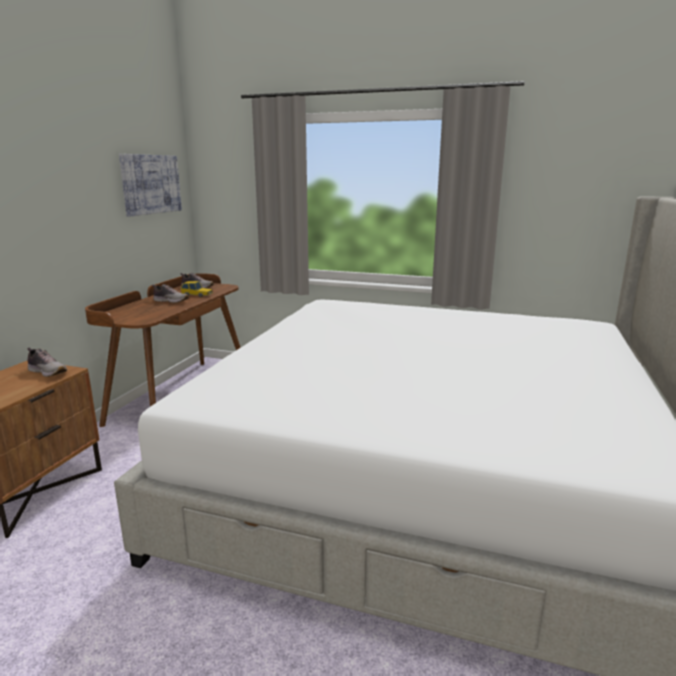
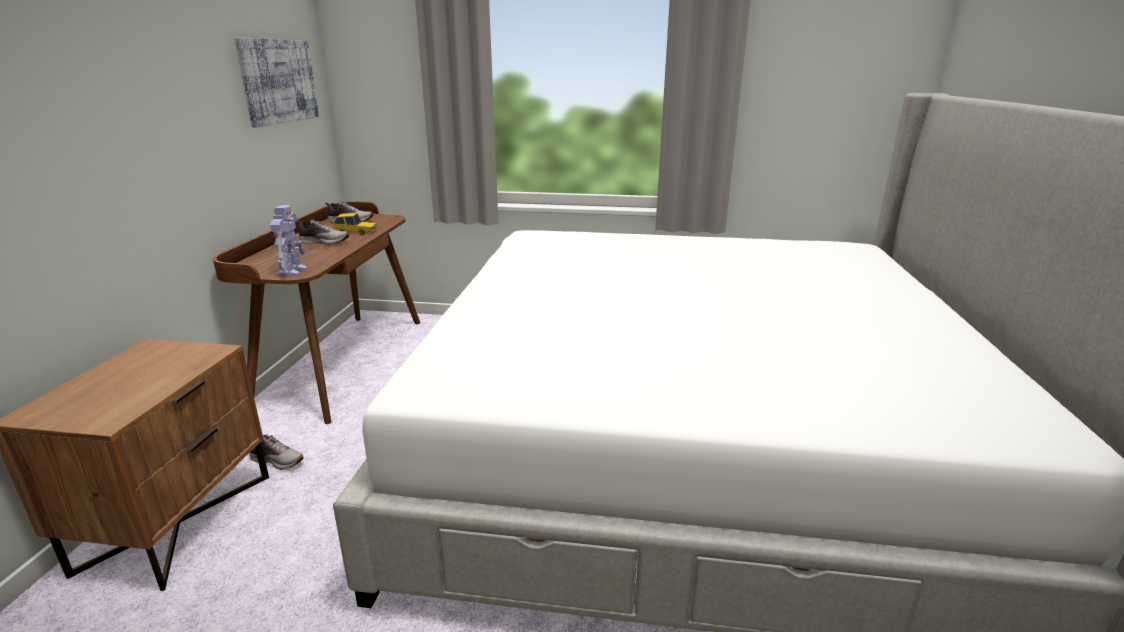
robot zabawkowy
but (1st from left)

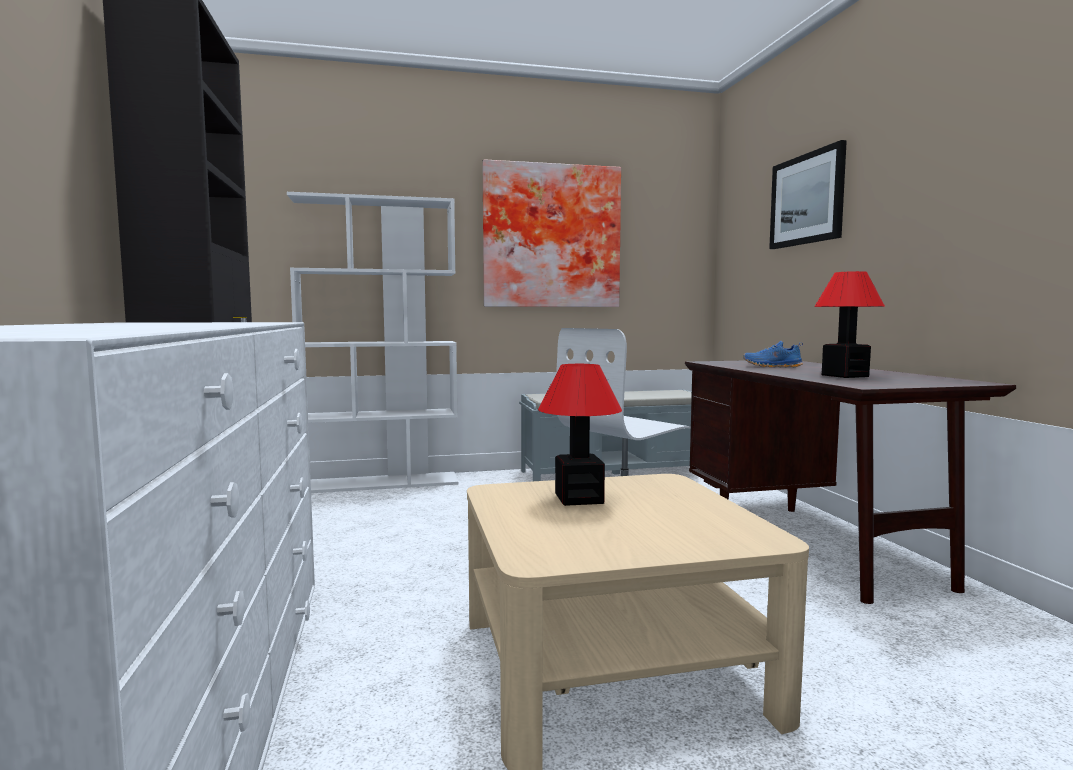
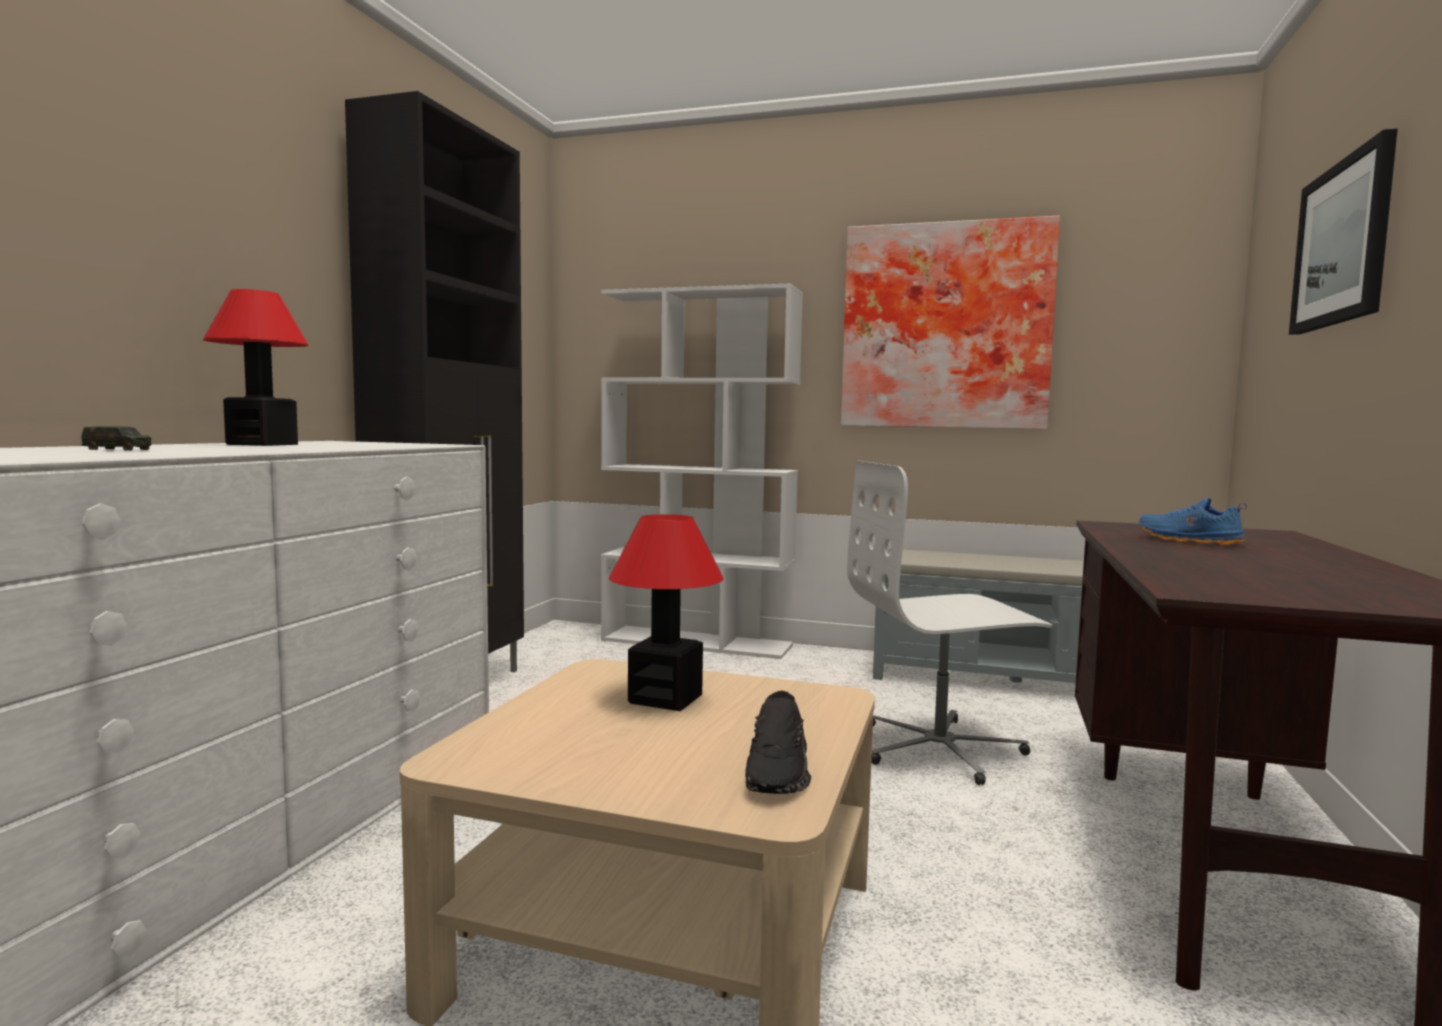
samochodzik
but (czarny)
lampa stołowa (1st from left)

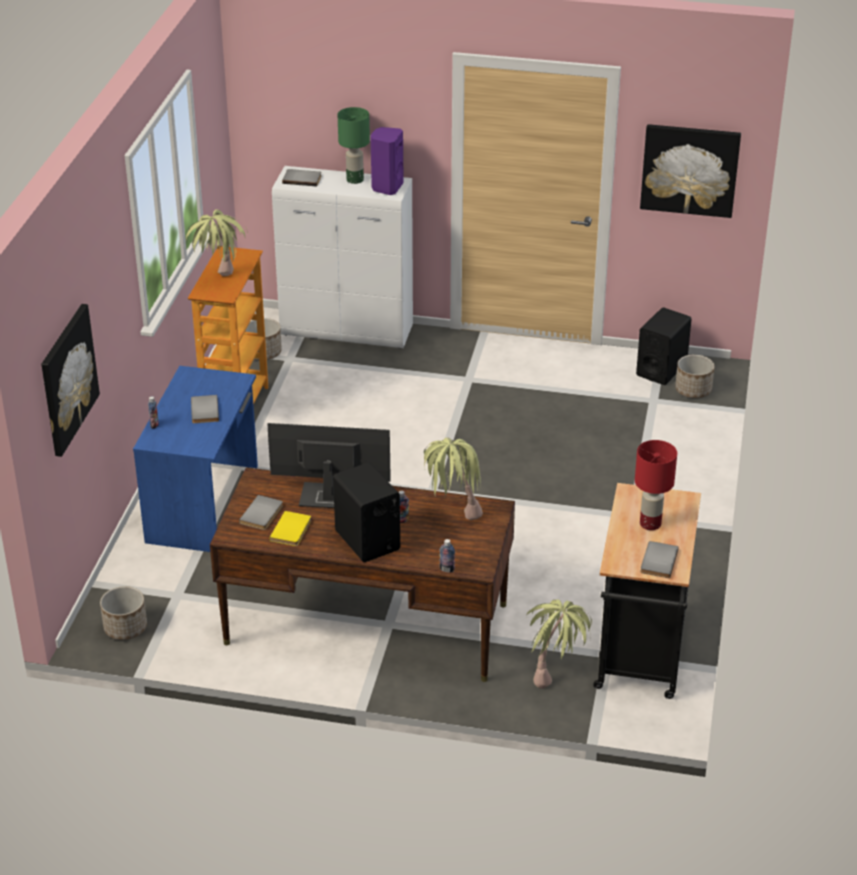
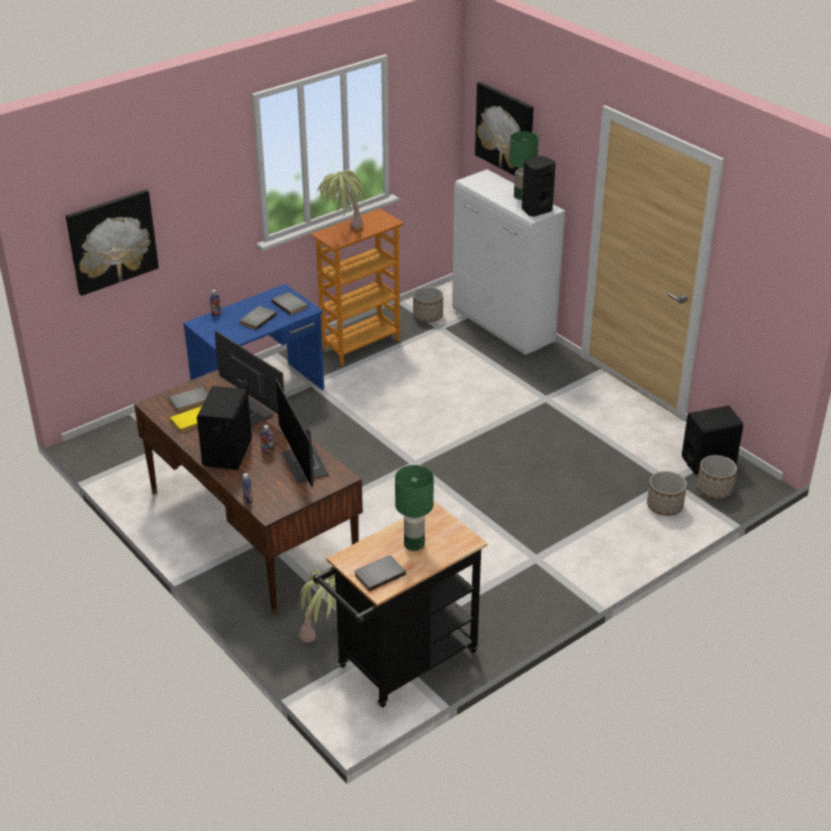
donica (2nd from left)
książka (szary) (3rd from left)
obraz (2nd from left)
monitor (2nd from left)
głośnik (czarny) (2nd from left)
lampa stołowa (zielony) (1st from left)

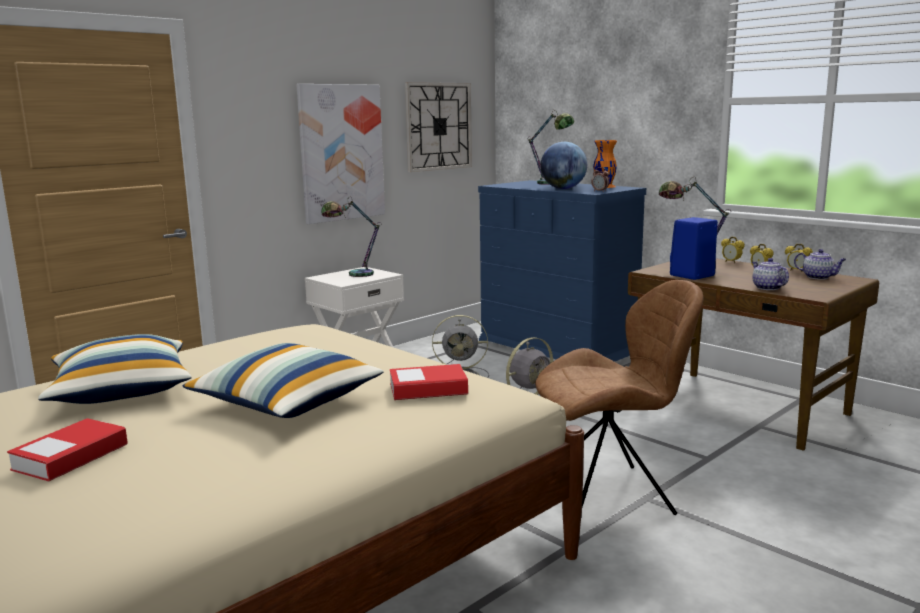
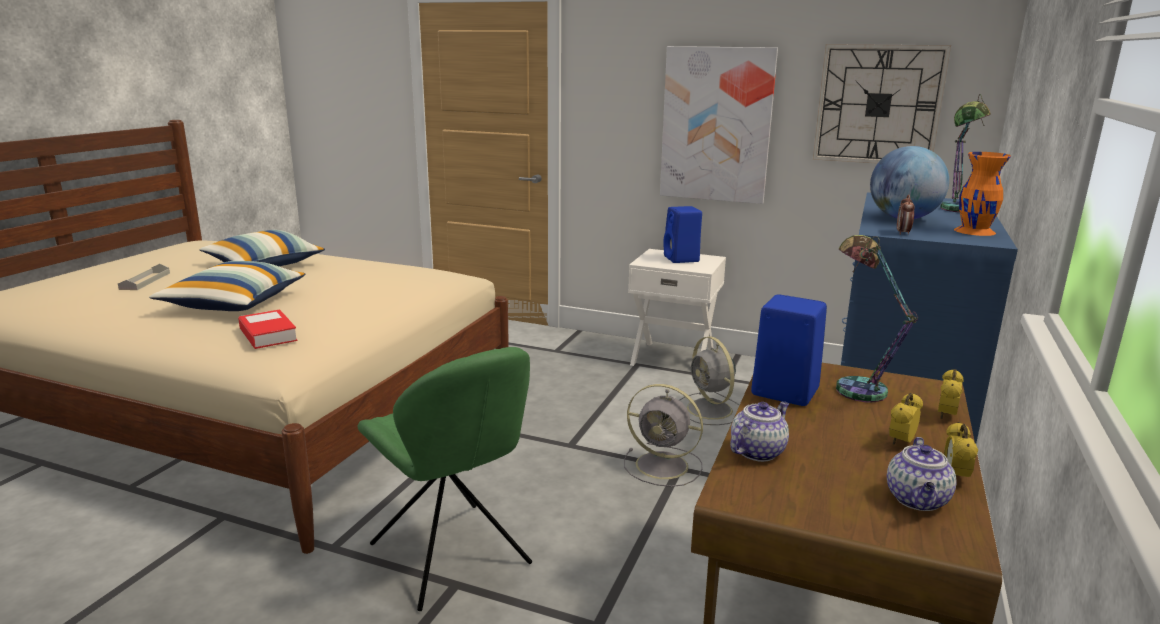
taca (szary)
głośnik (niebieski) (1st from left)
krzesło (zielony)

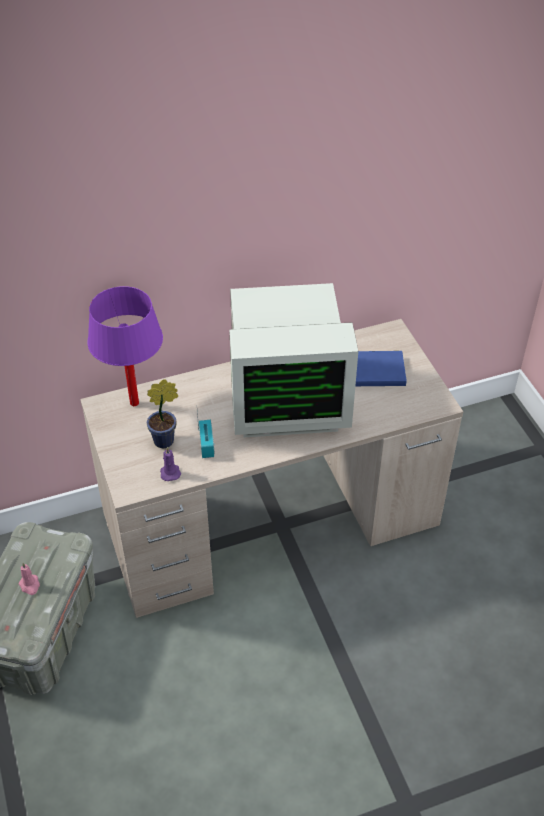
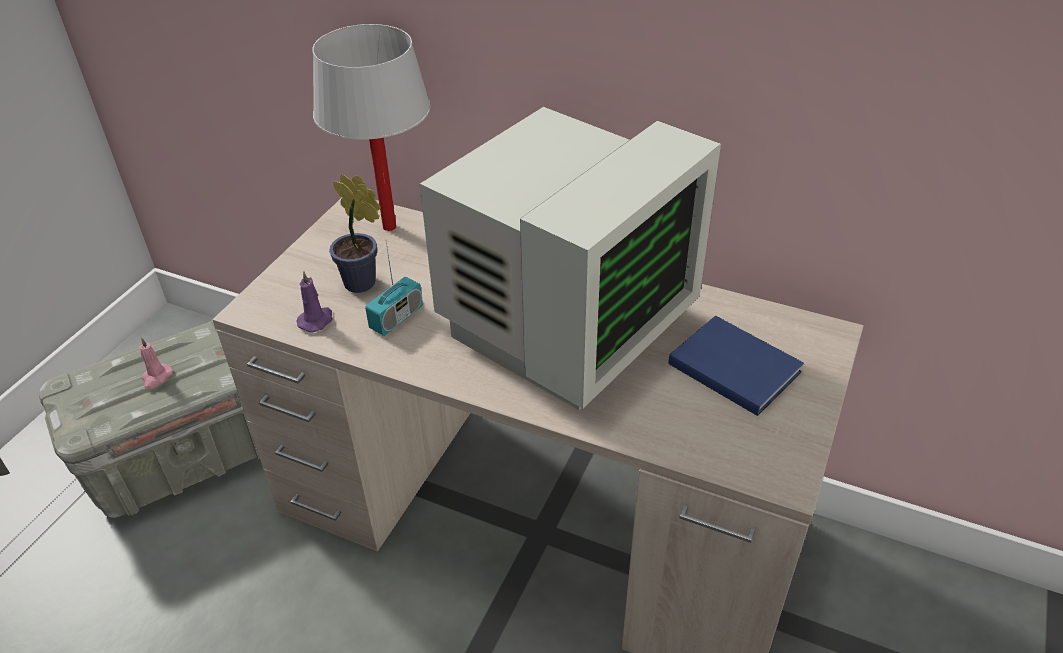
lampa stołowa (biały)
monitor

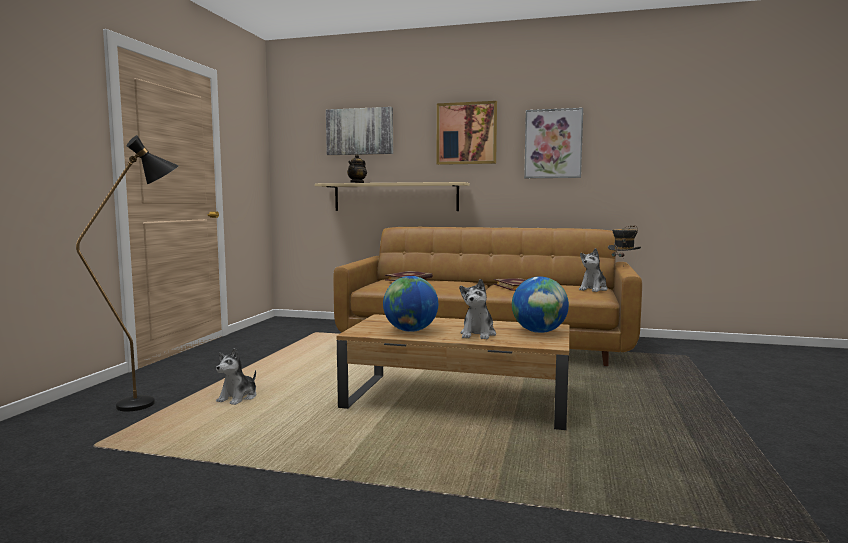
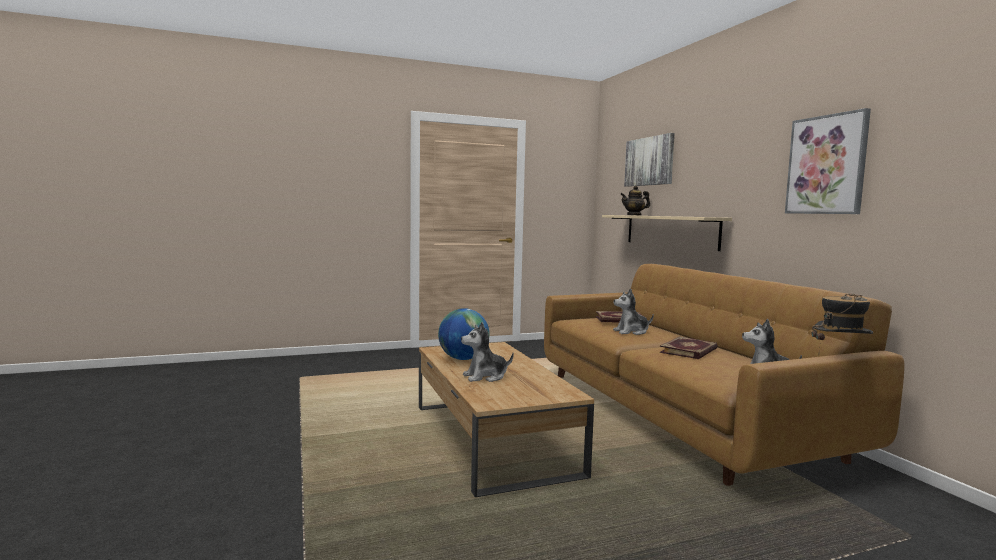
lampa stojąca (czarny)
obraz (2nd from left in the first image)
globus (2nd from left in the first image)
pluszak (2nd from left)

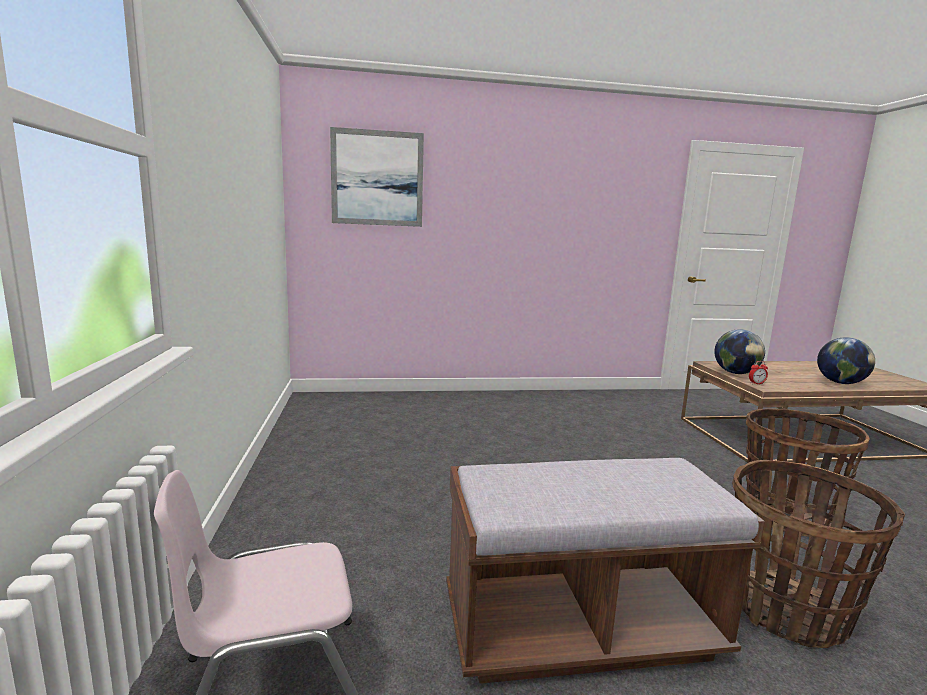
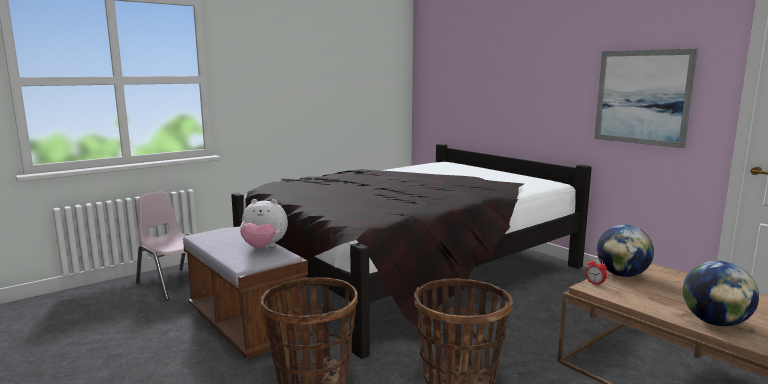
łóżko (czarny)
pluszak
obraz

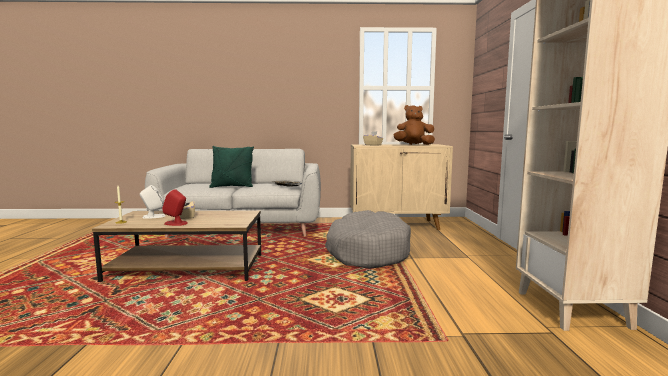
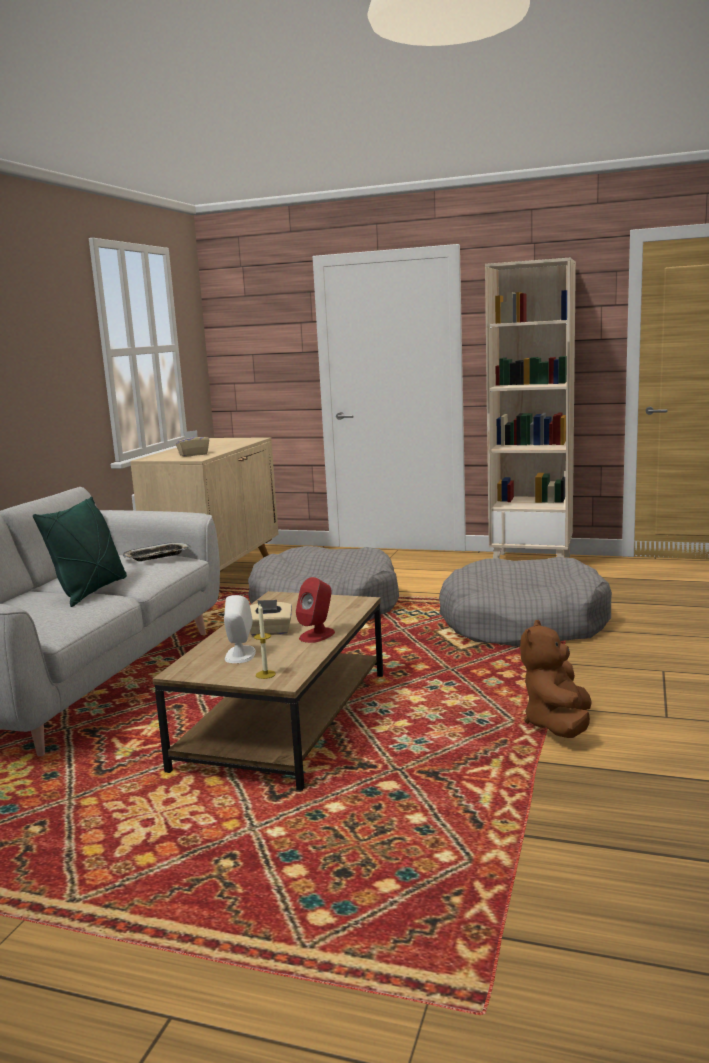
legowisko (szary) (2nd from left)
pluszak (brązowy)

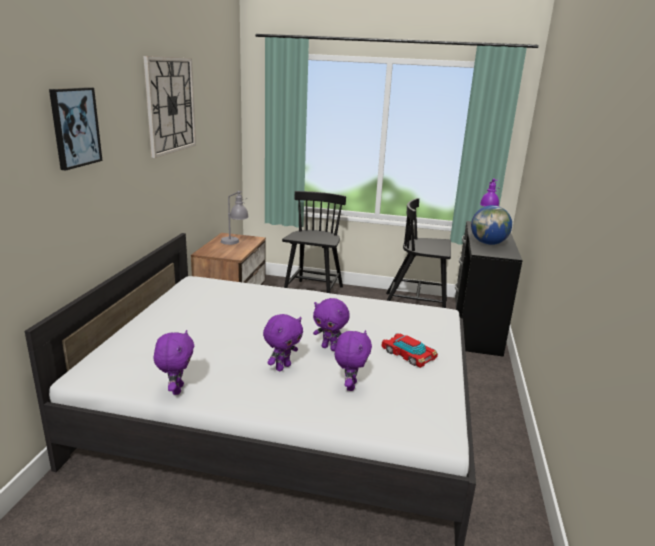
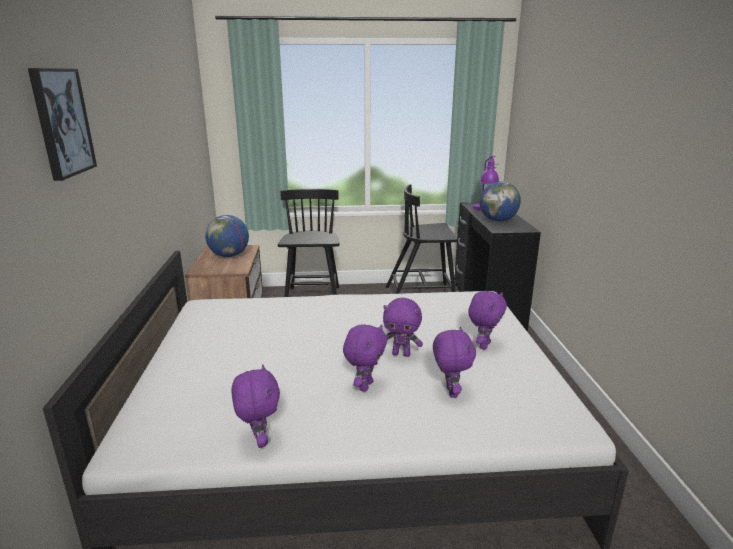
zegar ścienny
globus (1st from left)
pluszak (fioletowy) (5th from left)

